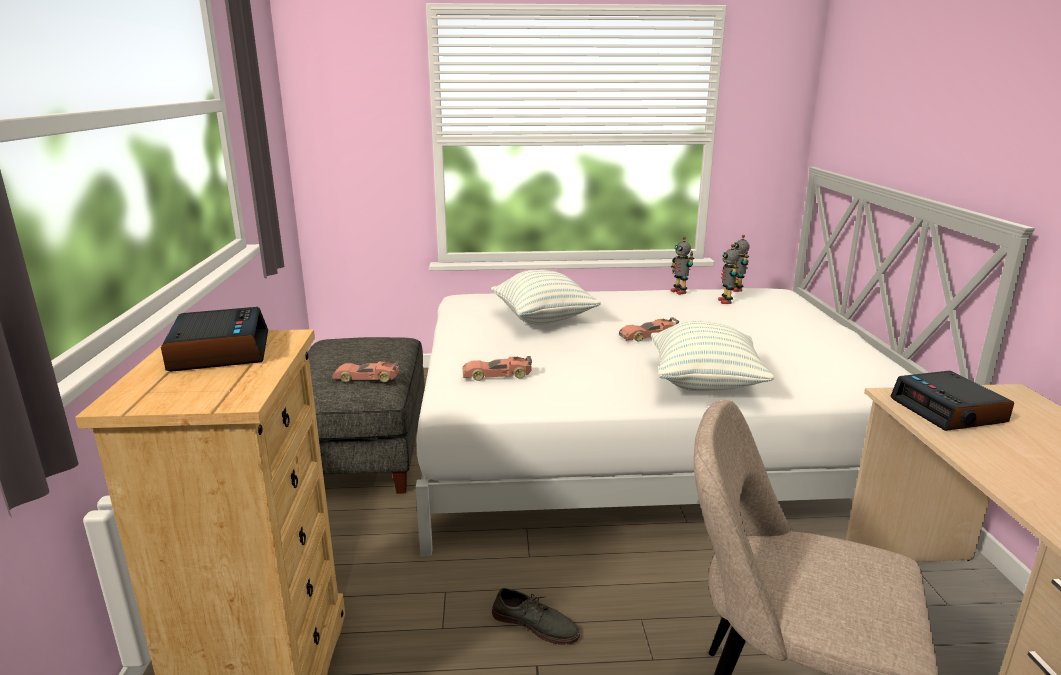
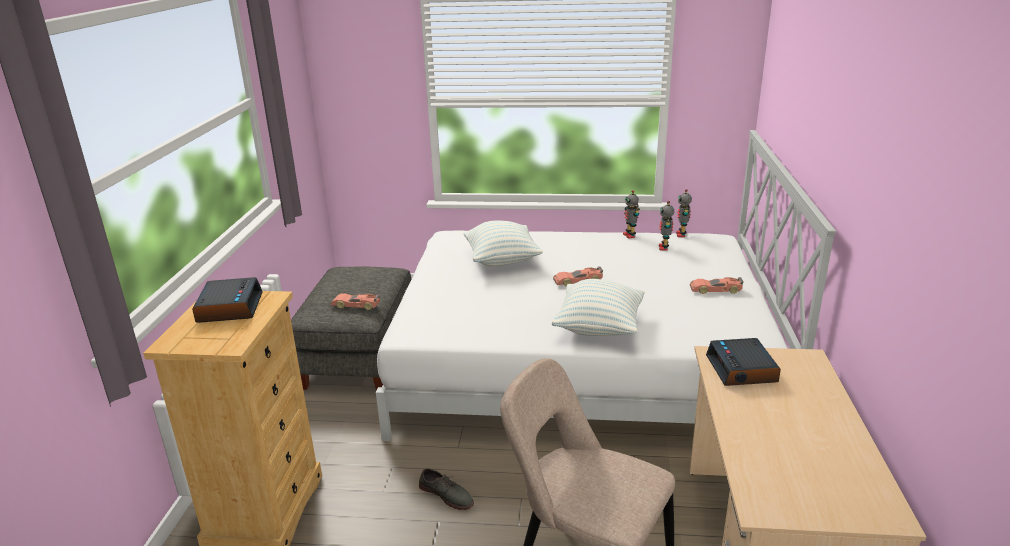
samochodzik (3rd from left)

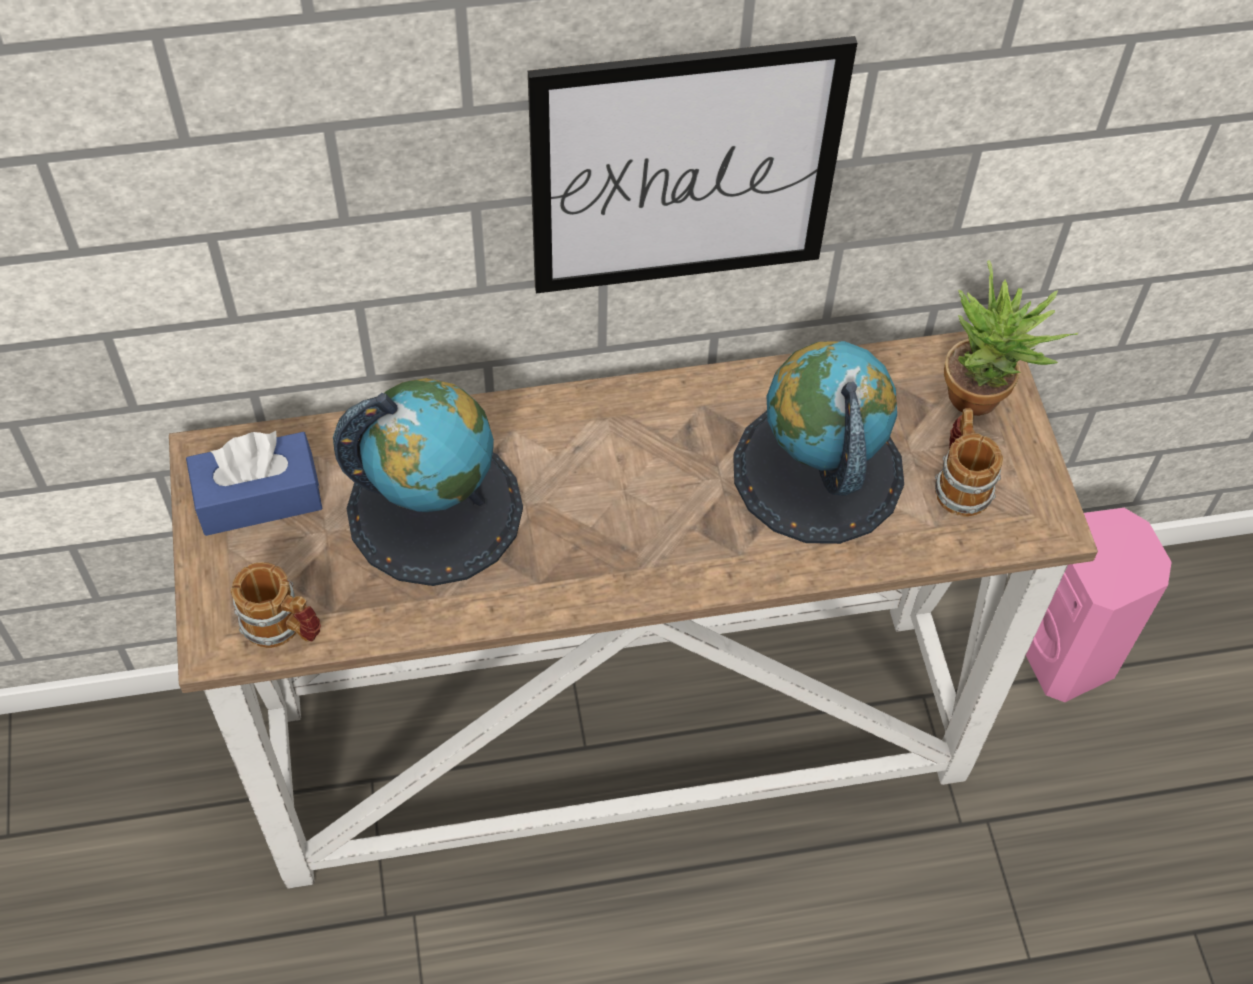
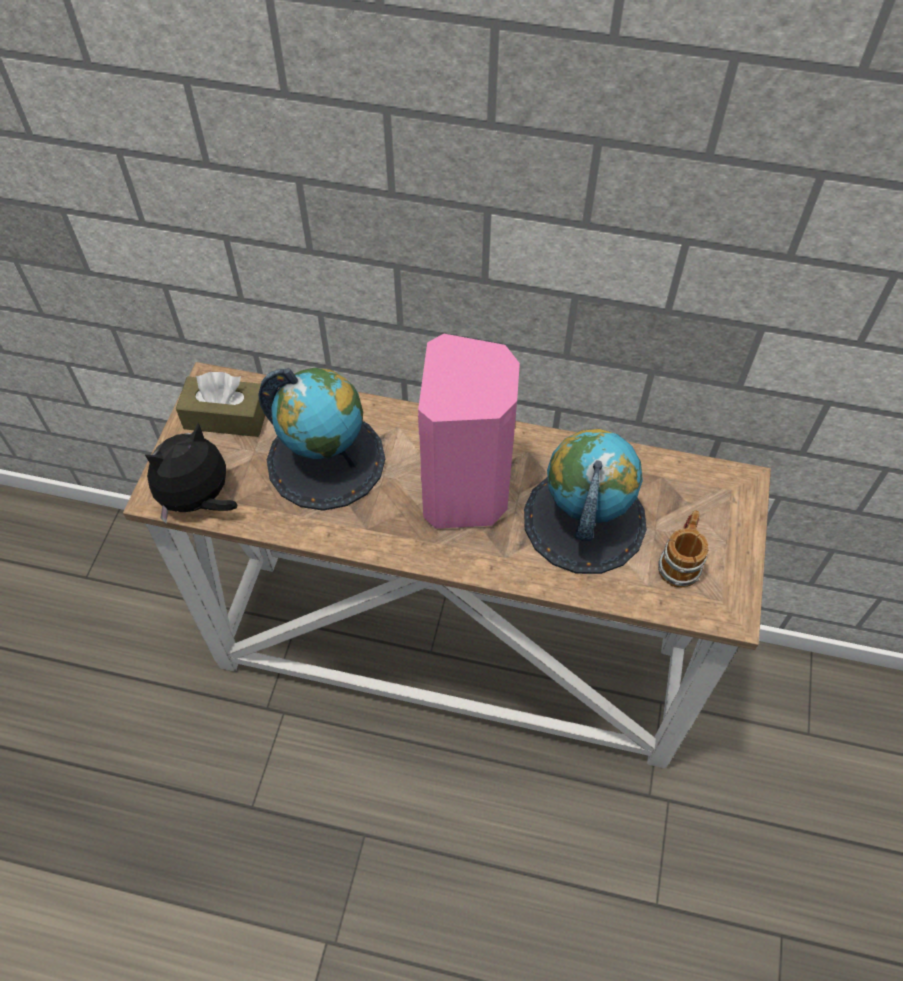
obraz
roślina doniczkowa
głośnik (różowy)
pluszak
pudełko chusteczek (brązowy)

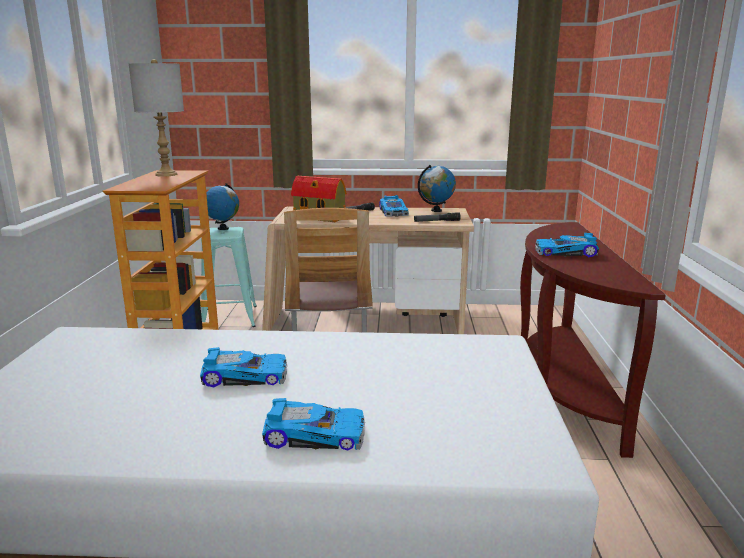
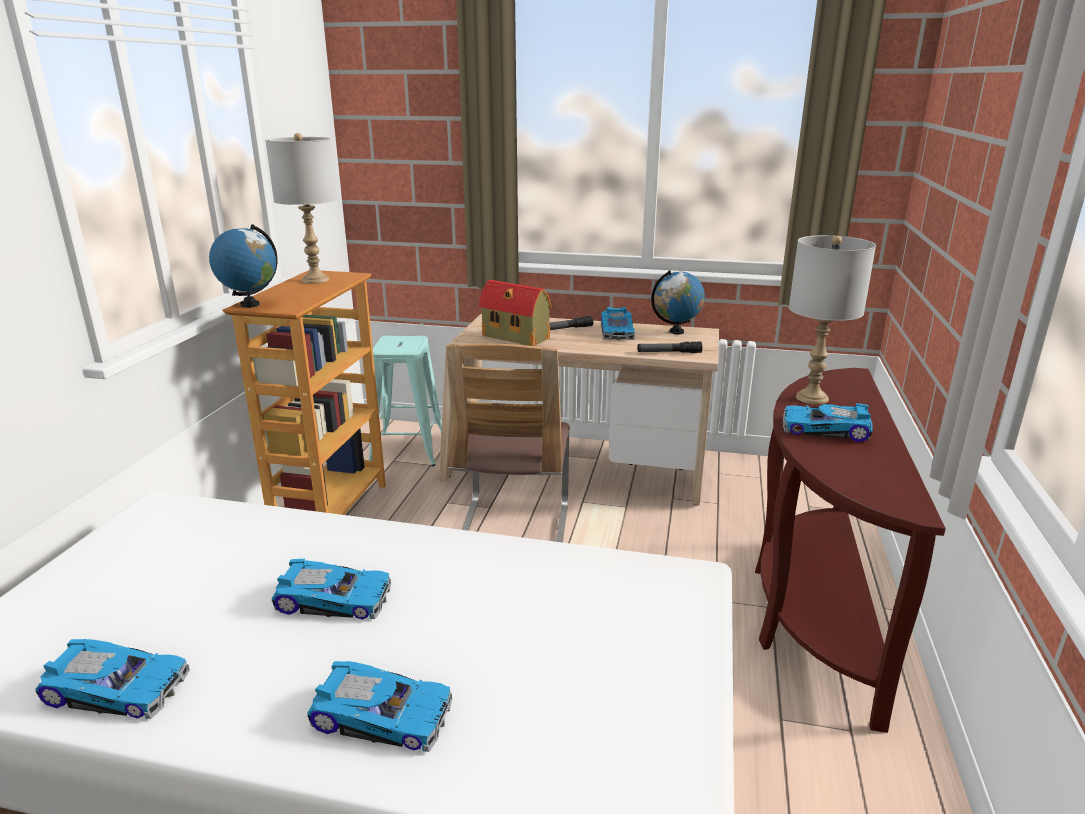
samochodzik (1st from left)
lampa stołowa (szary) (2nd from left)
globus (1st from left)

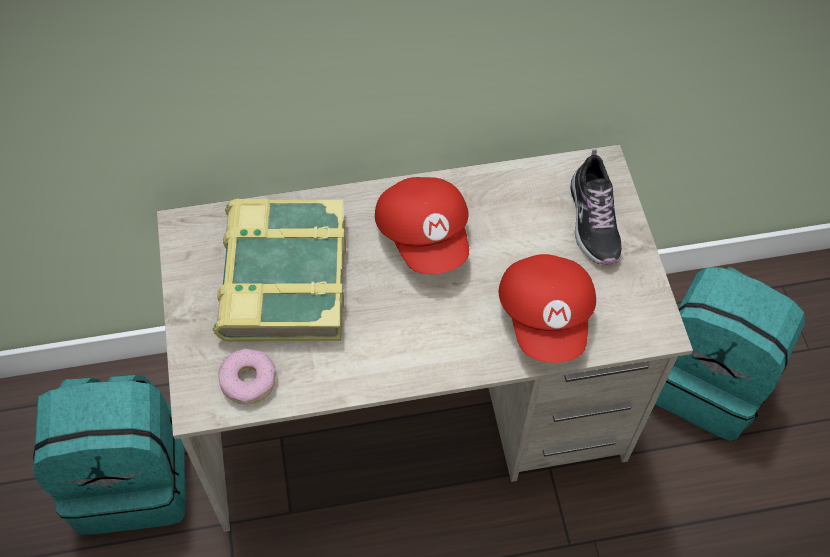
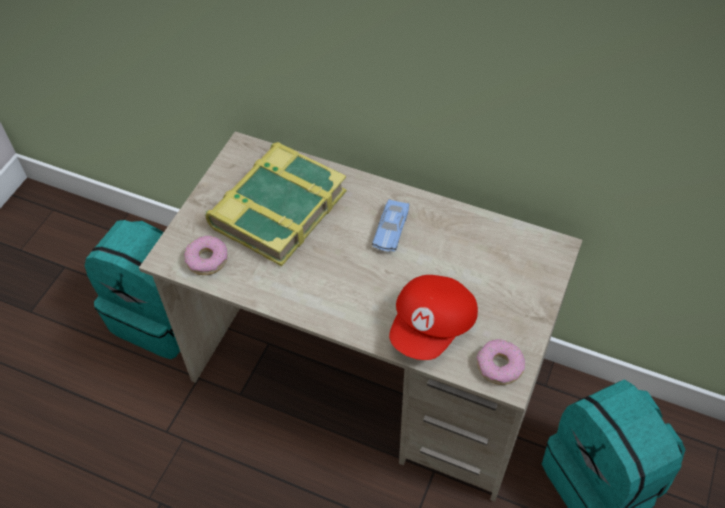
but
donut (2nd from left)
samochodzik (niebieski)

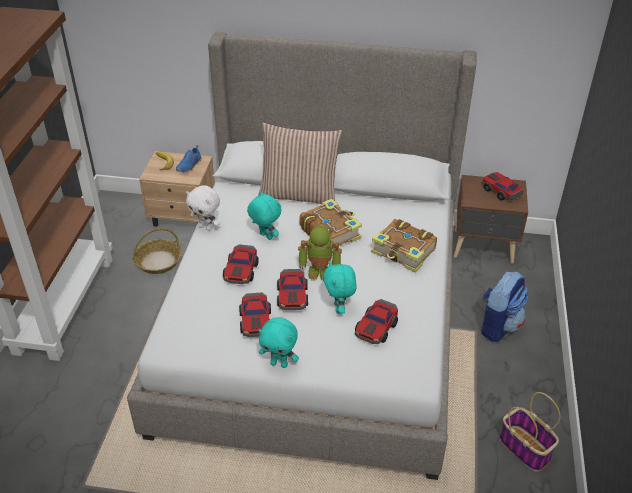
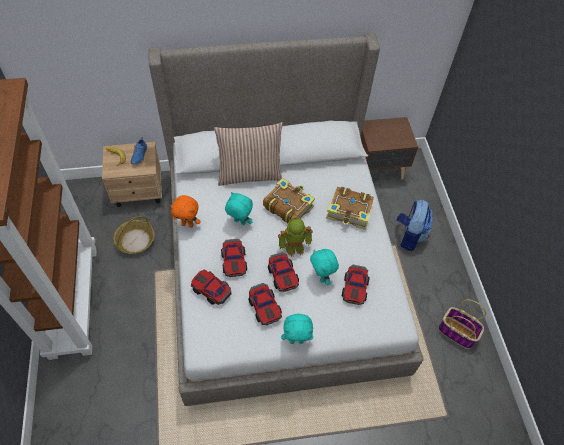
samochodzik (1st from left)
pluszak (pomarańczowy)

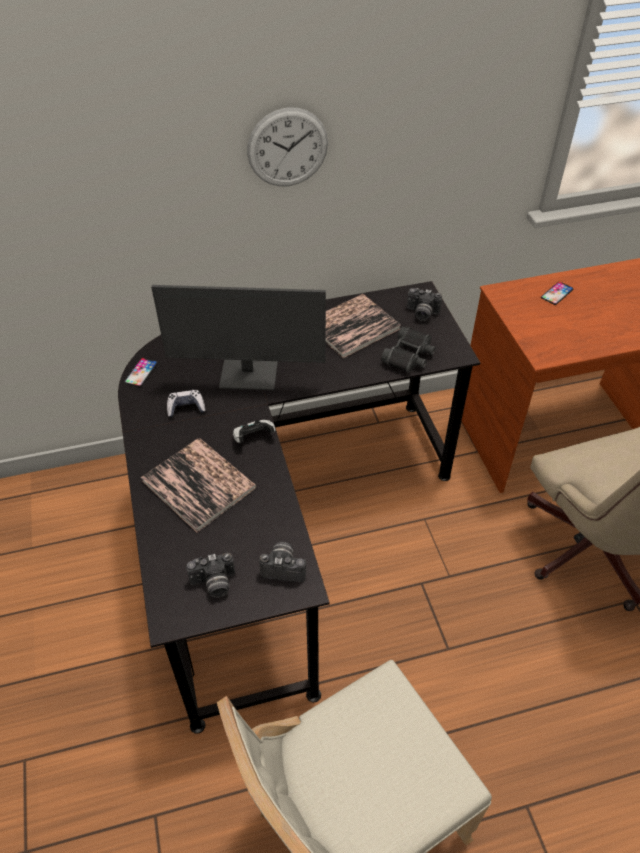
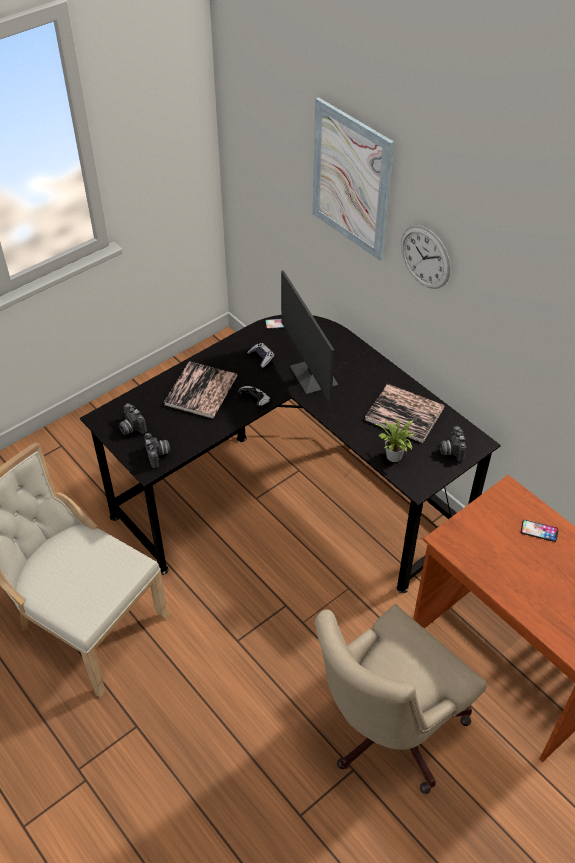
obraz
roślina doniczkowa

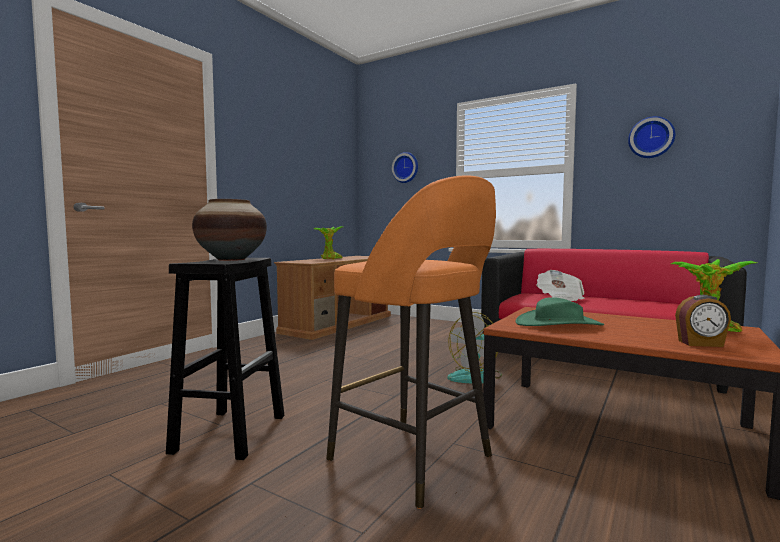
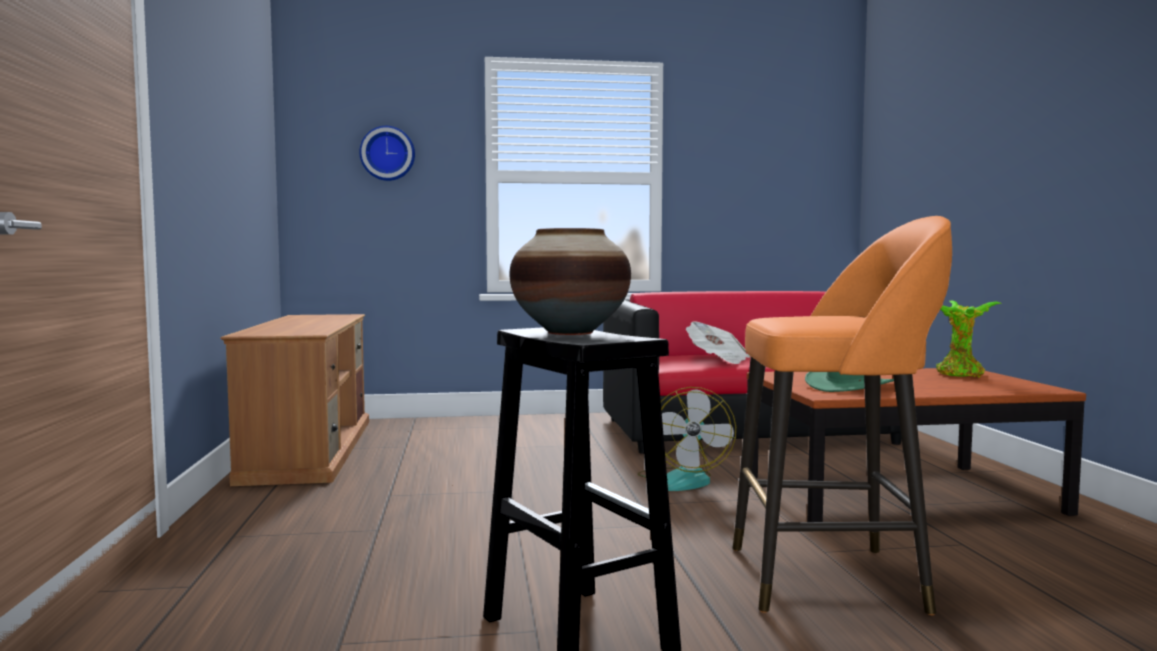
roślina doniczkowa (1st from left in the first image)
zegar ścienny (2nd from left in the first image)
budzik

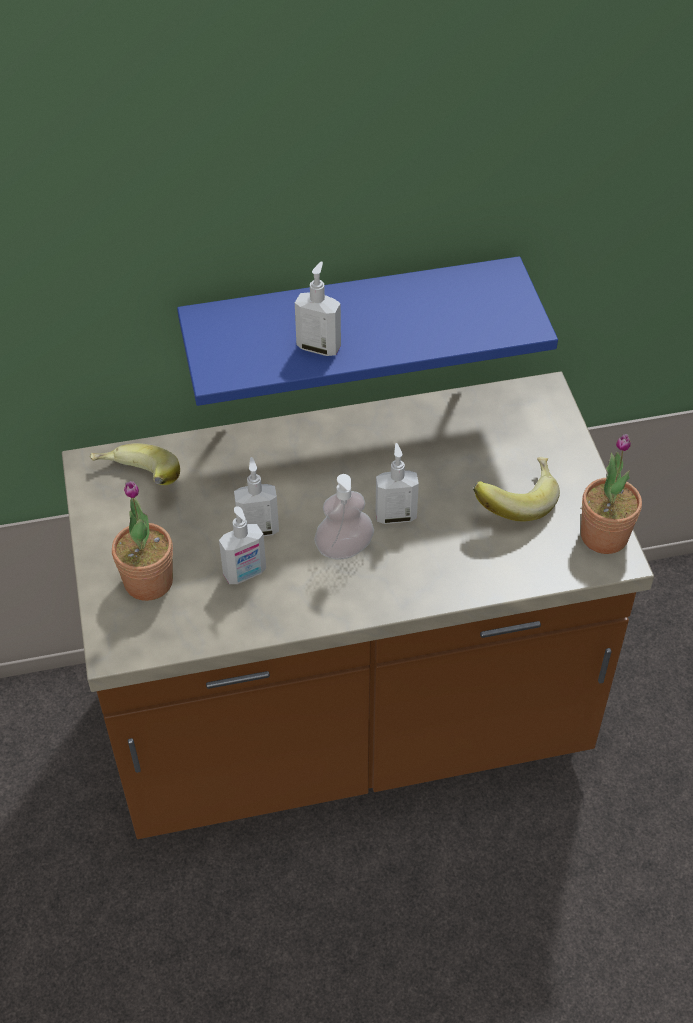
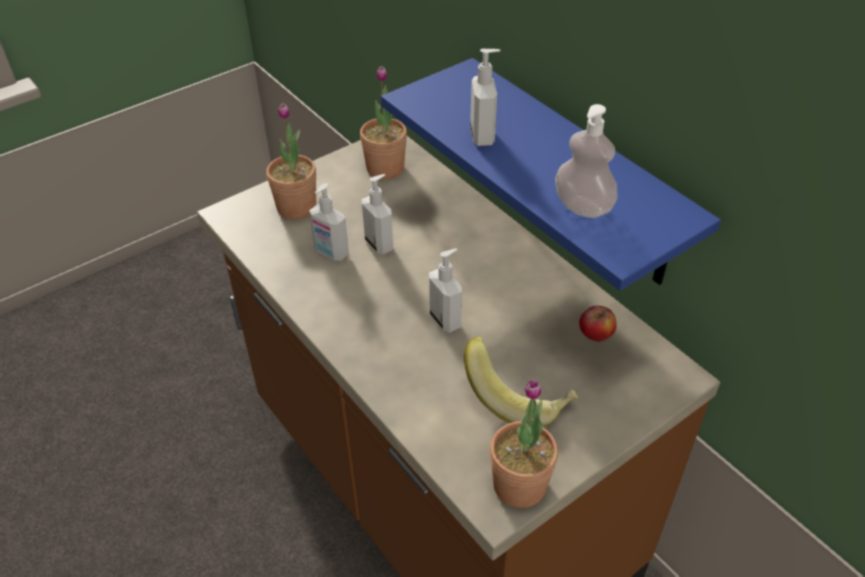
jabłko
dozownik mydła (5th from left)
roślina doniczkowa (2nd from left)

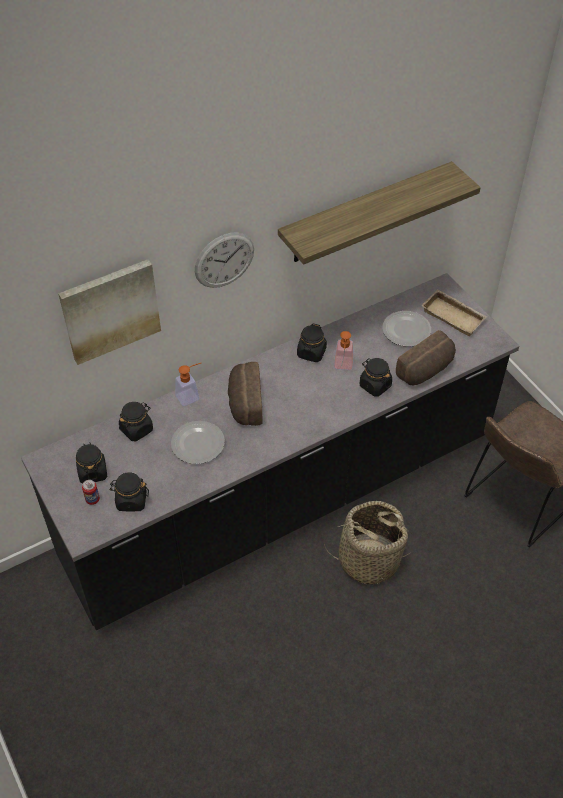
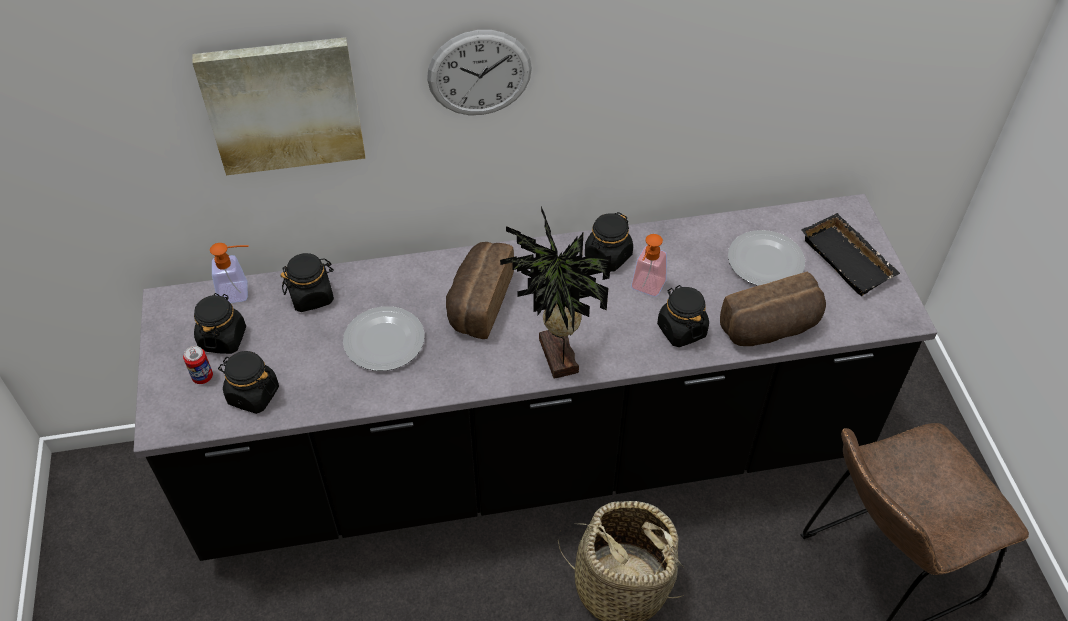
półka
roślina doniczkowa
dozownik mydła (1st from left)
taca (czarny)

